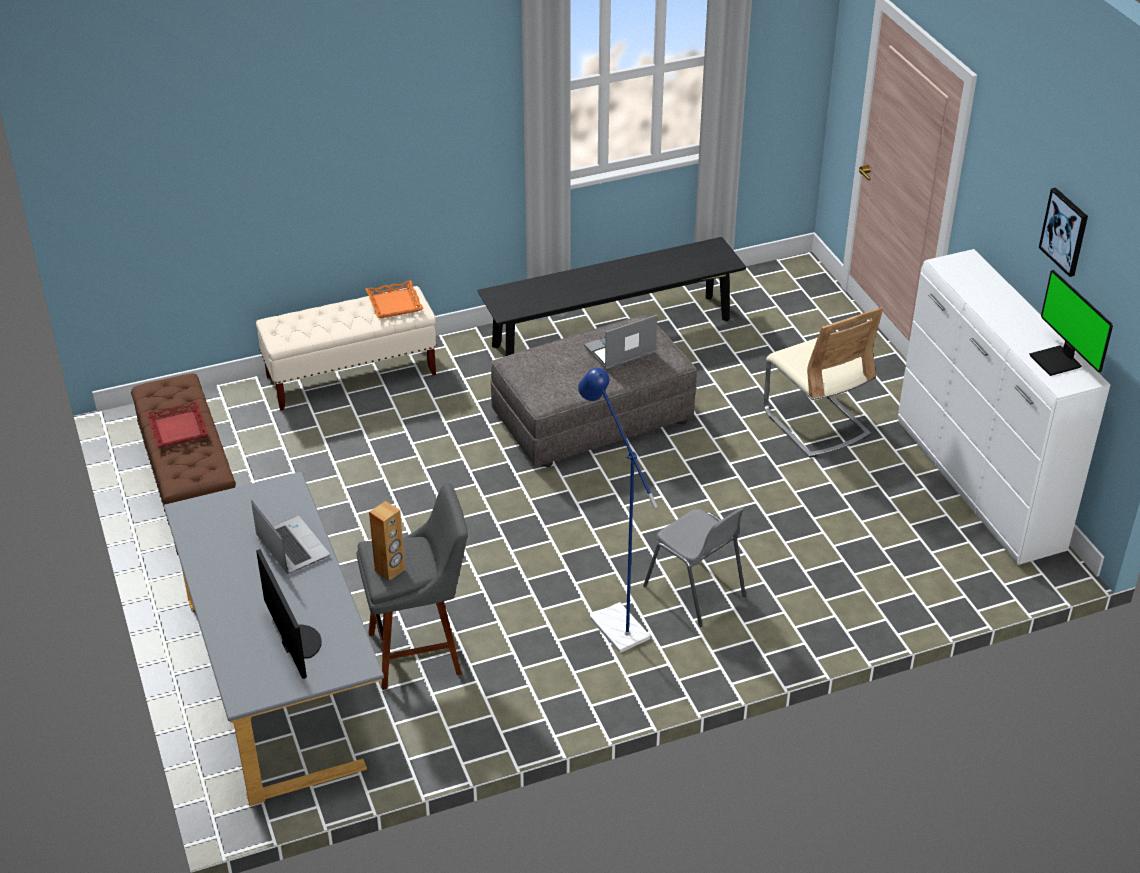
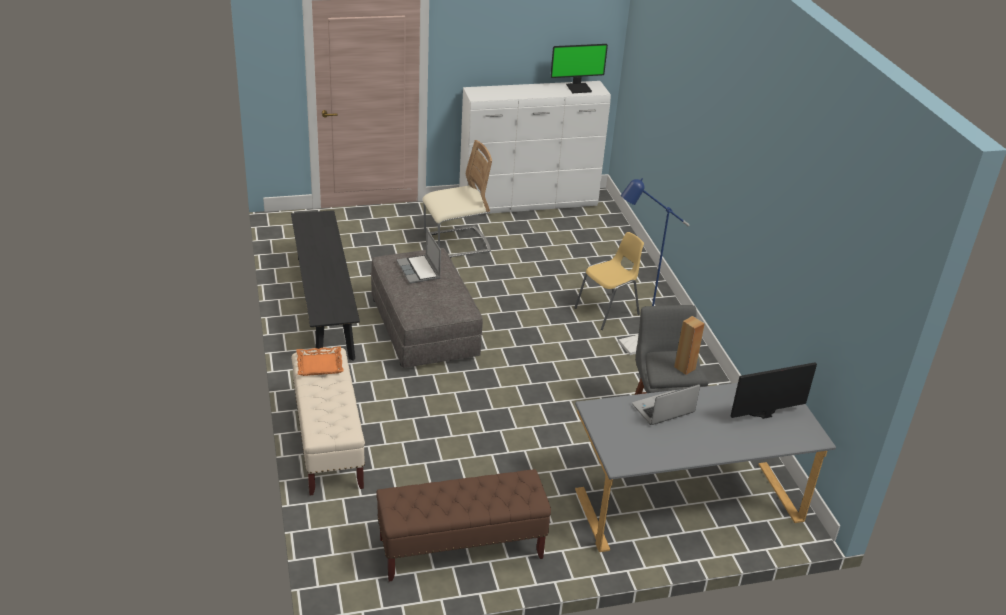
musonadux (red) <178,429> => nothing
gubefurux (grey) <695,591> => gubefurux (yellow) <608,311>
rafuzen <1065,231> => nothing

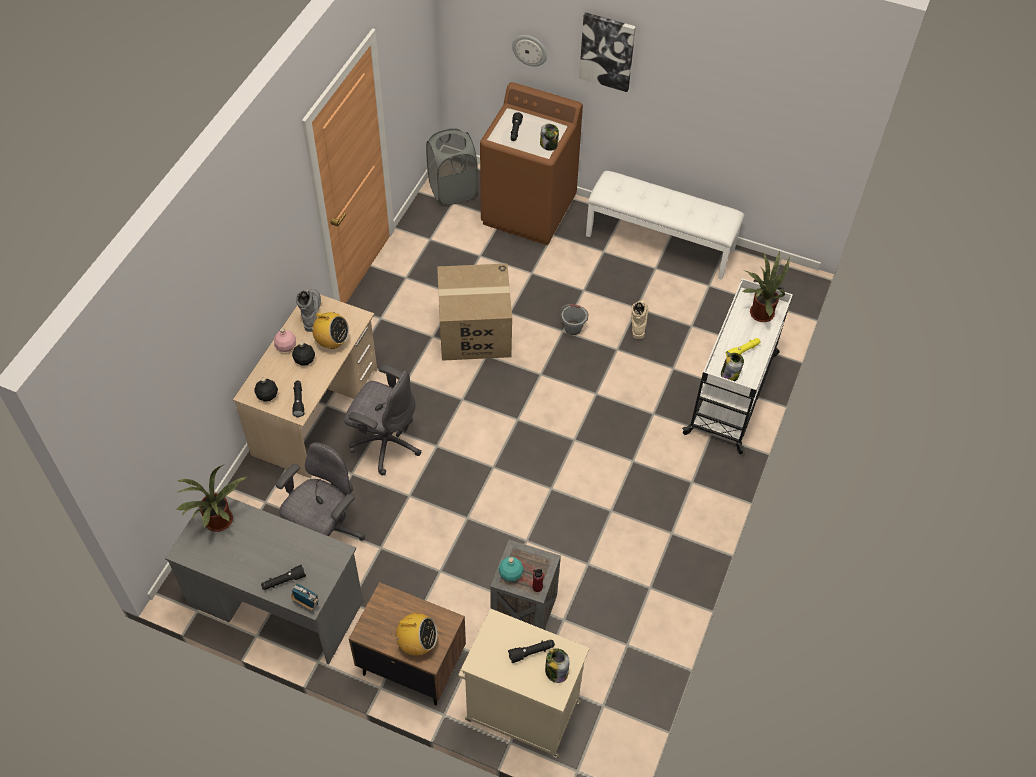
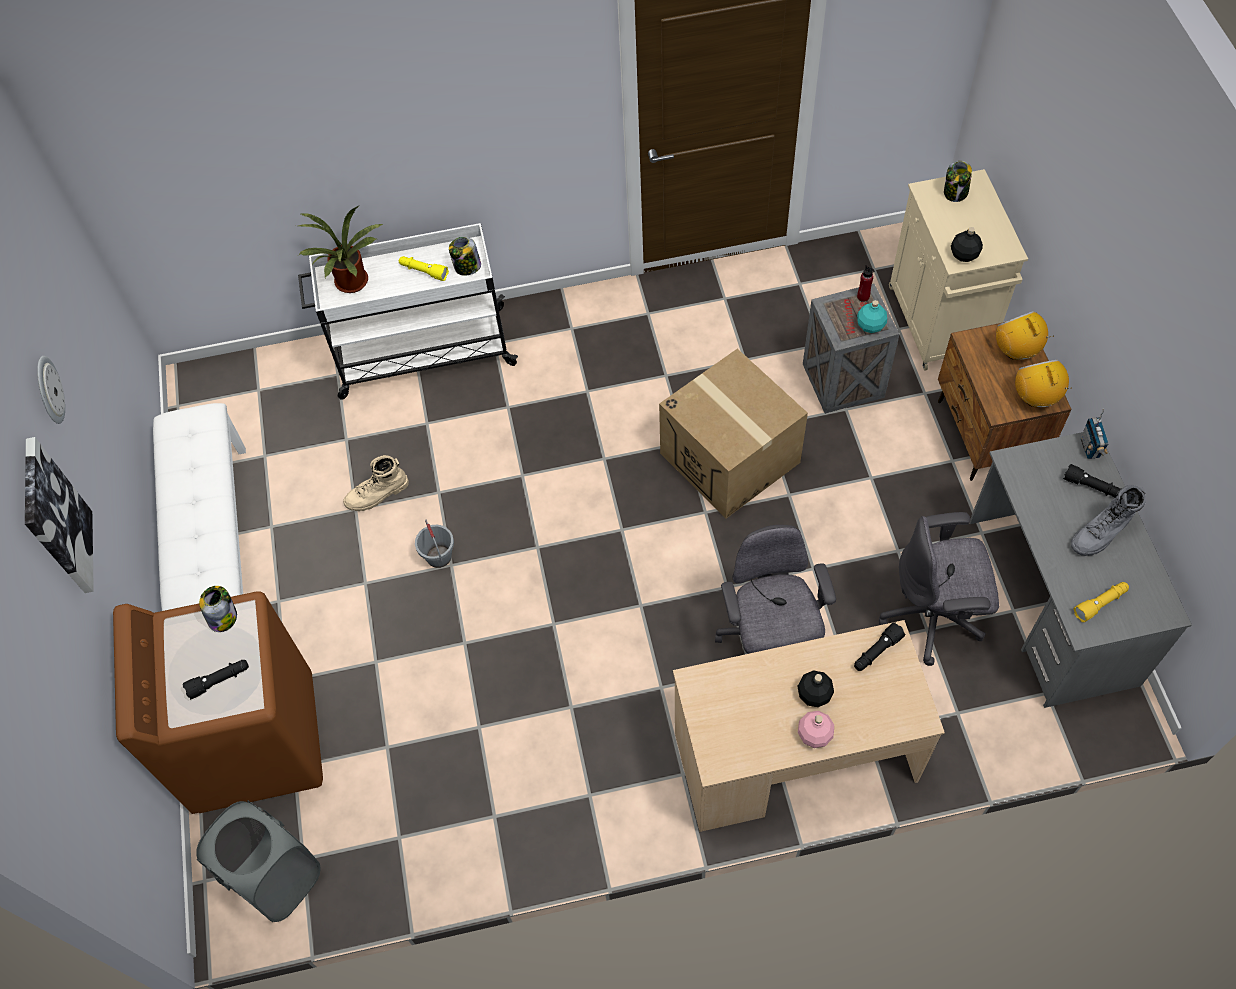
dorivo <219,523> => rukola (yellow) <1100,603>
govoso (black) <267,395> => govoso (black) <964,254>, shifted
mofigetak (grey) <311,312> => mofigetak (grey) <1101,533>, shifted
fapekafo <332,342> => fapekafo <1035,397>, shifted
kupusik <474,331> => kupusik <730,458>, shifted
rukola (black) <531,652> => nothing
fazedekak <530,50> => fazedekak <48,390>, shifted

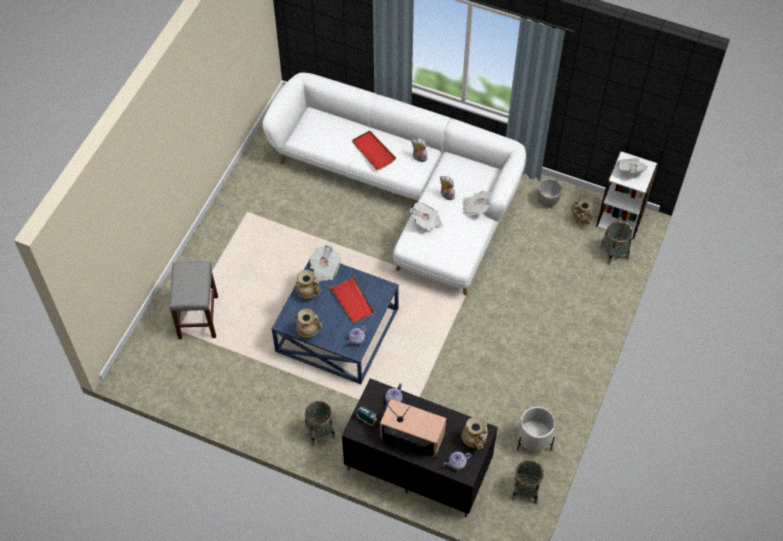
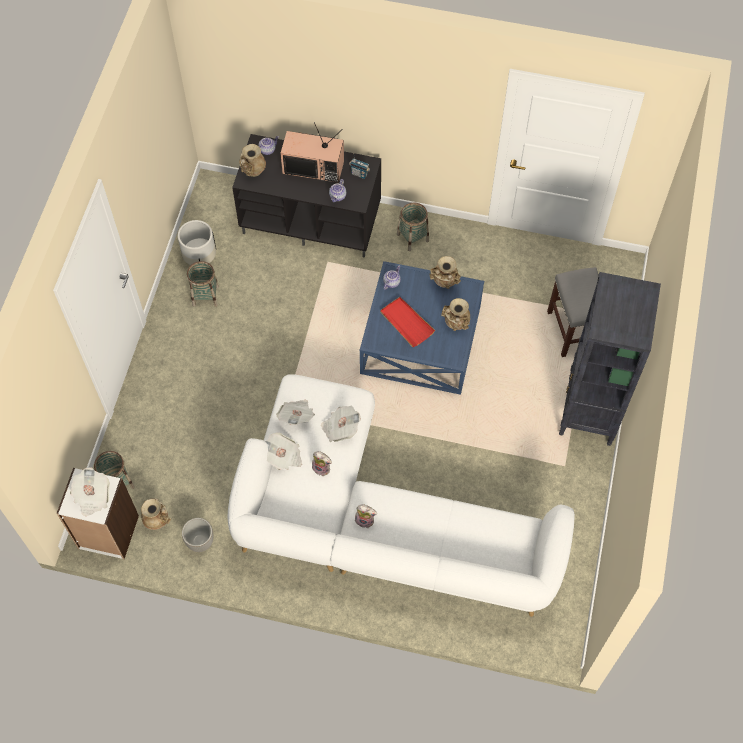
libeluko <324,269> => libeluko <297,416>, shifted
musonadux (red) <373,151> => nothing
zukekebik <525,490> => zukekebik <205,295>, shifted
nothing => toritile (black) <589,412>

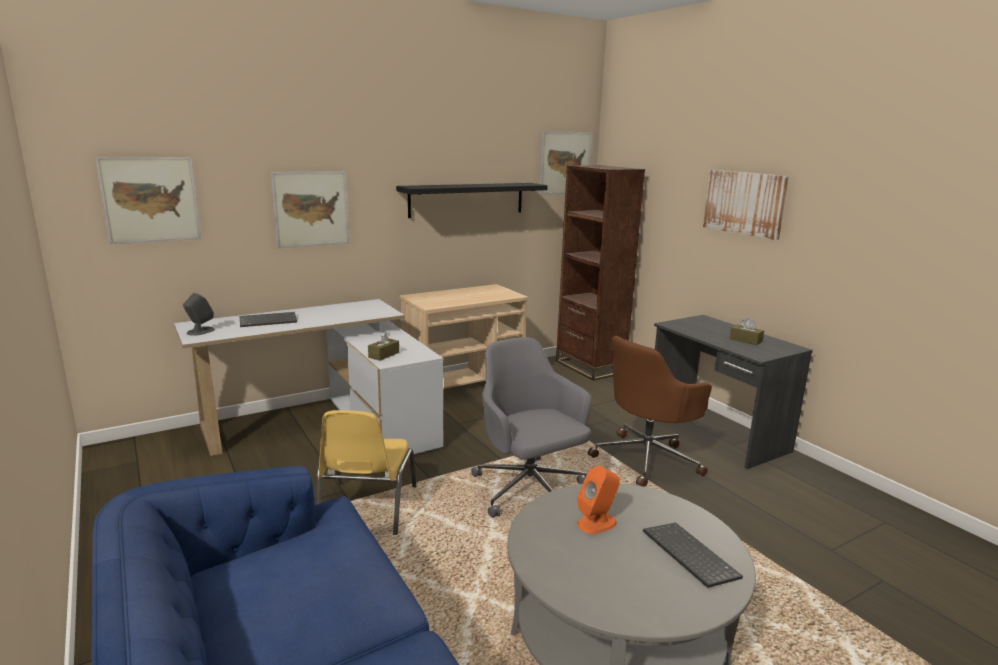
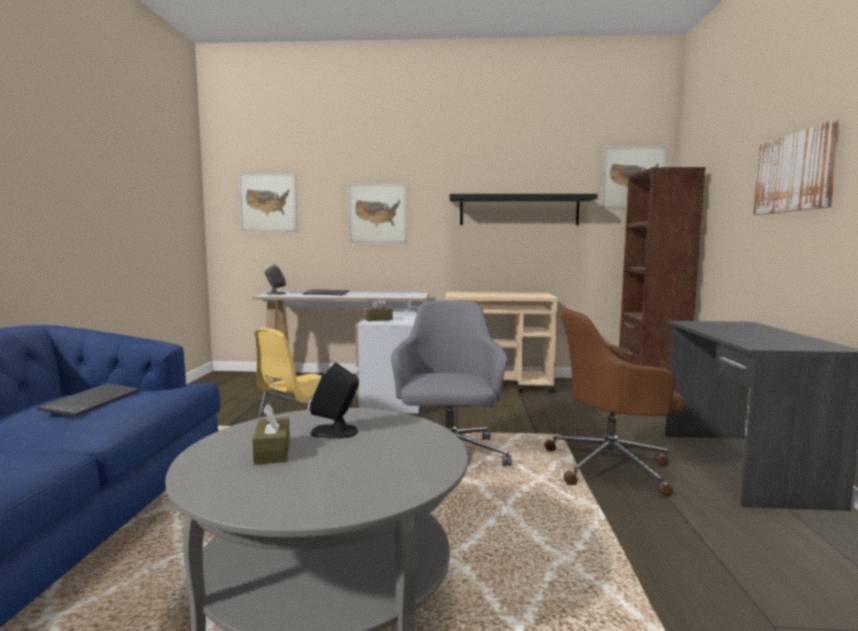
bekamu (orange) <597,523> => bekamu (black) <335,432>
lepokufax <687,555> => lepokufax <92,401>, shifted
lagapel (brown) <745,340> => lagapel (brown) <272,451>, shifted

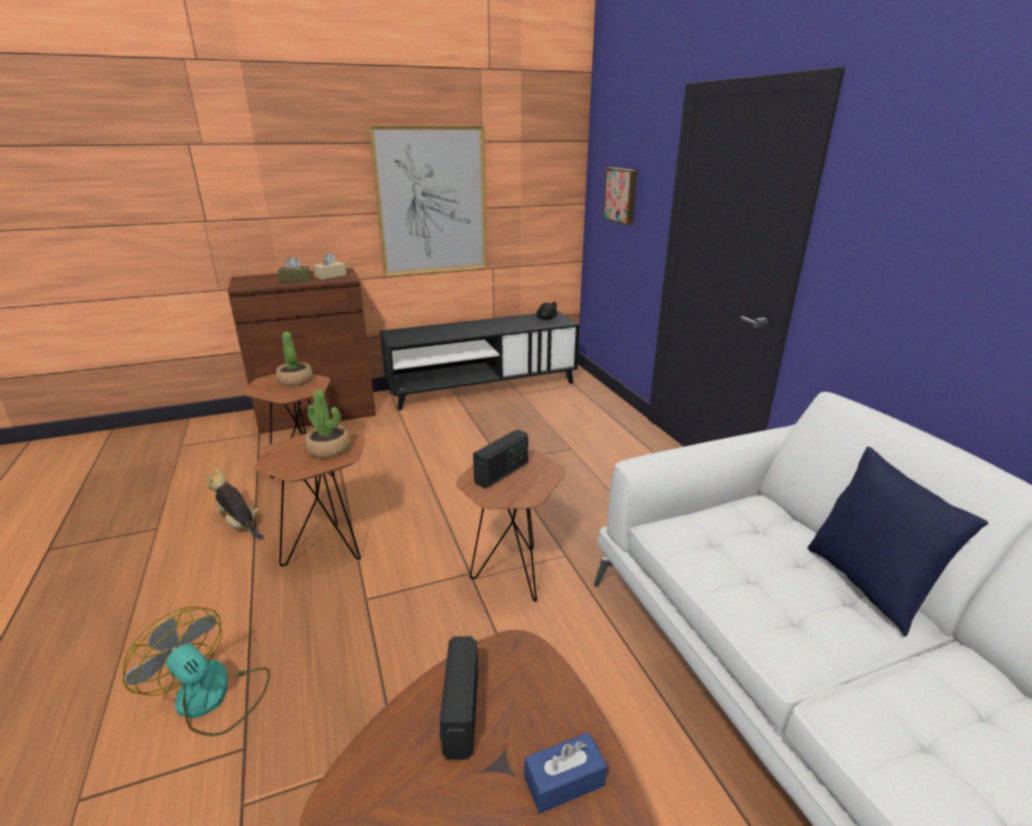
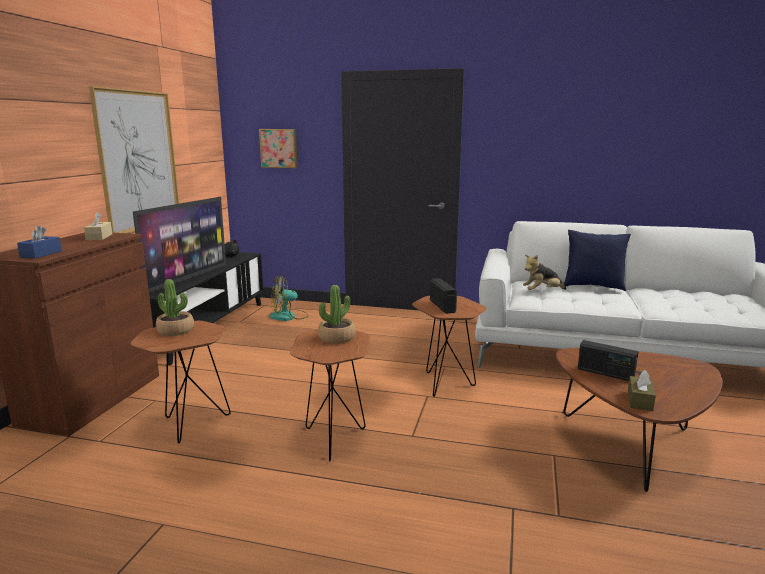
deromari <212,698> => deromari <288,316>, shifted
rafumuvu <240,524> => rafumuvu <542,292>, shifted
lagapel (brown) <295,280> => lagapel (brown) <640,400>, shifted
lagapel (blue) <564,781> => lagapel (blue) <41,254>, shifted
nothing => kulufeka <187,278>

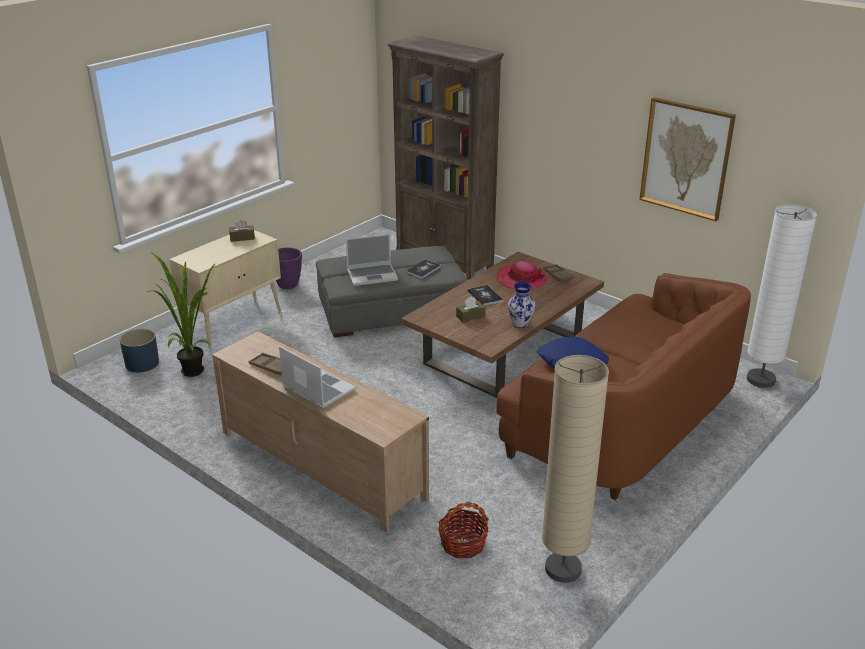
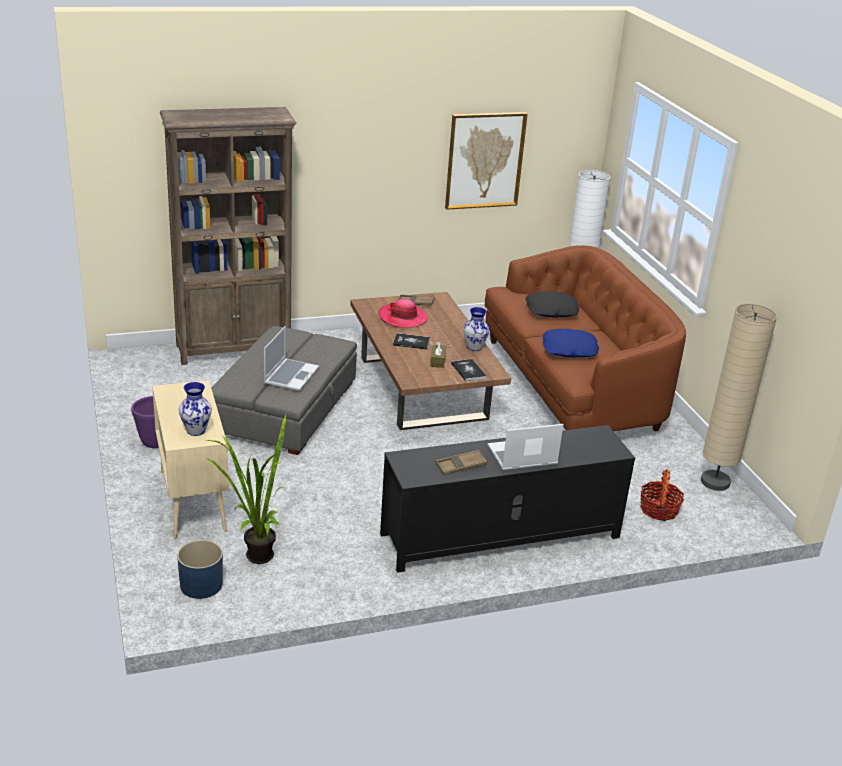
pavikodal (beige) <320,464> => pavikodal (black) <499,536>
lagapel (brown) <242,238> => nothing
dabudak <423,270> => dabudak <468,371>, shifted
nothing => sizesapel <195,430>
nothing => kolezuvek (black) <551,310>

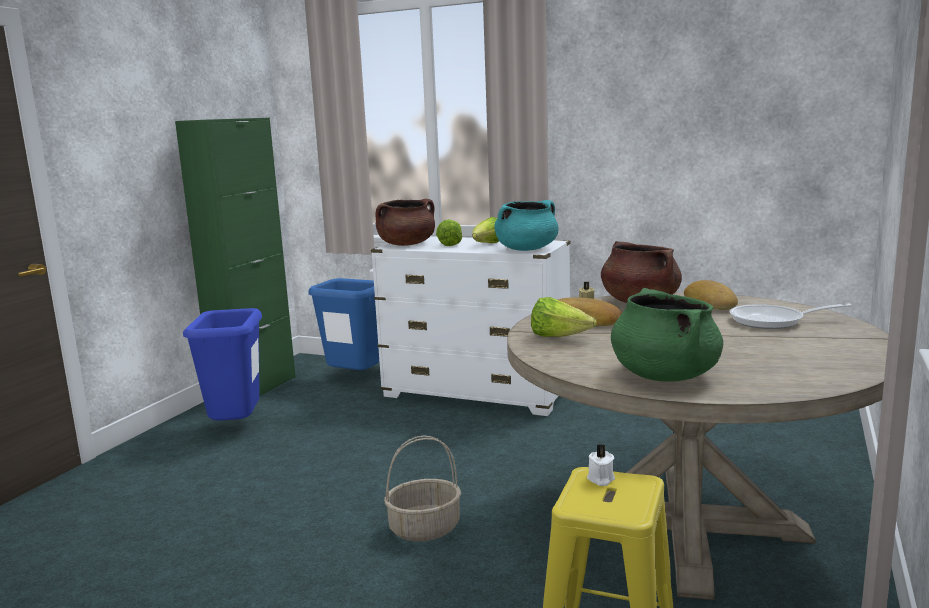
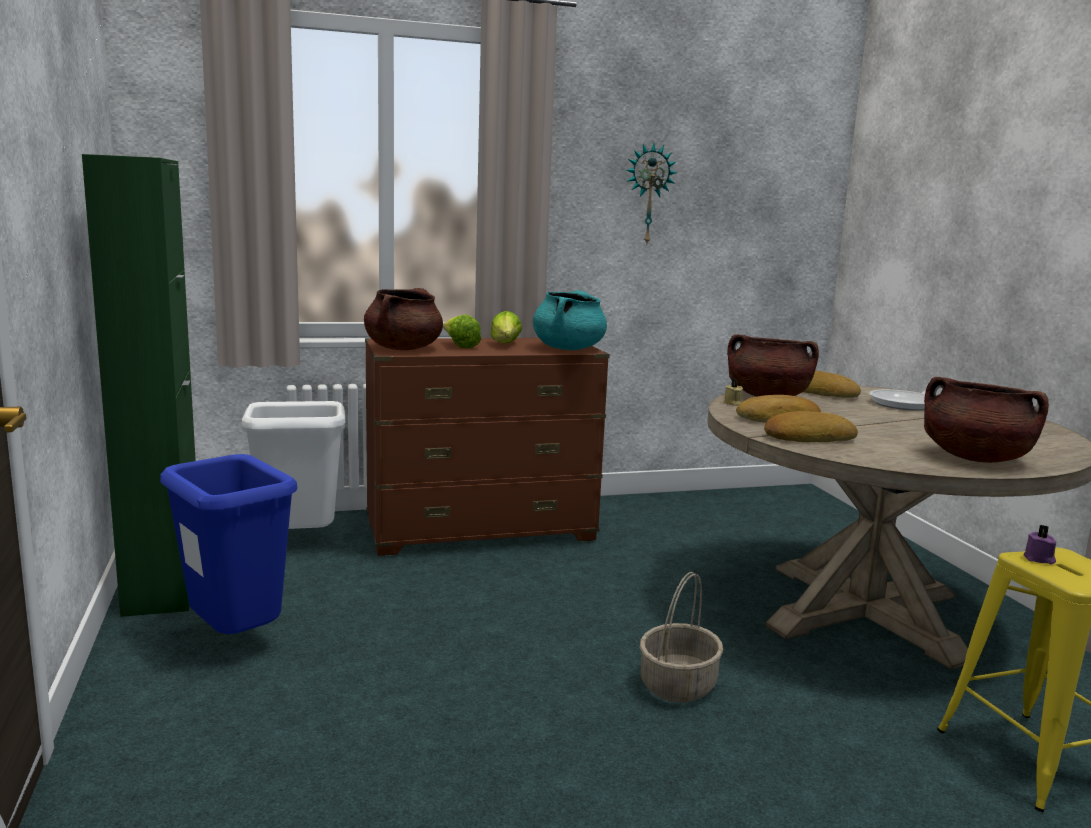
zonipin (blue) <354,380> => zonipin (white) <297,543>
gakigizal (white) <476,394> => gakigizal (brown) <481,532>
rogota <559,337> => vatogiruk <807,437>
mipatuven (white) <600,479> => mipatuven (purple) <1039,559>
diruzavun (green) <664,375> => diruzavun (brown) <975,458>
nothing => fazedekak <648,194>

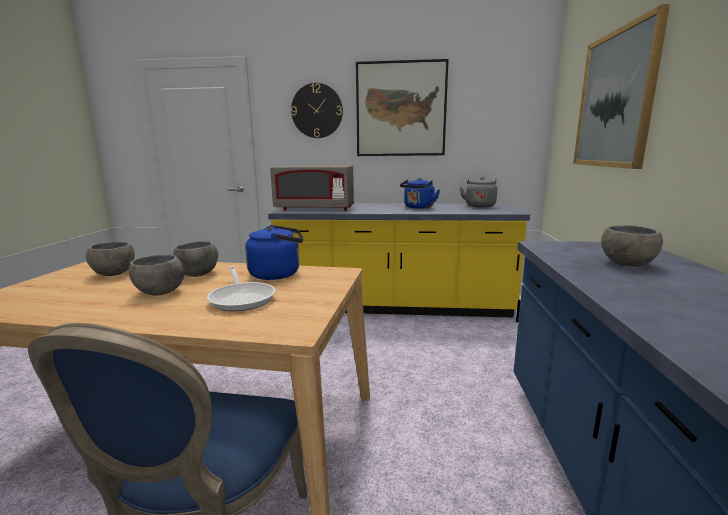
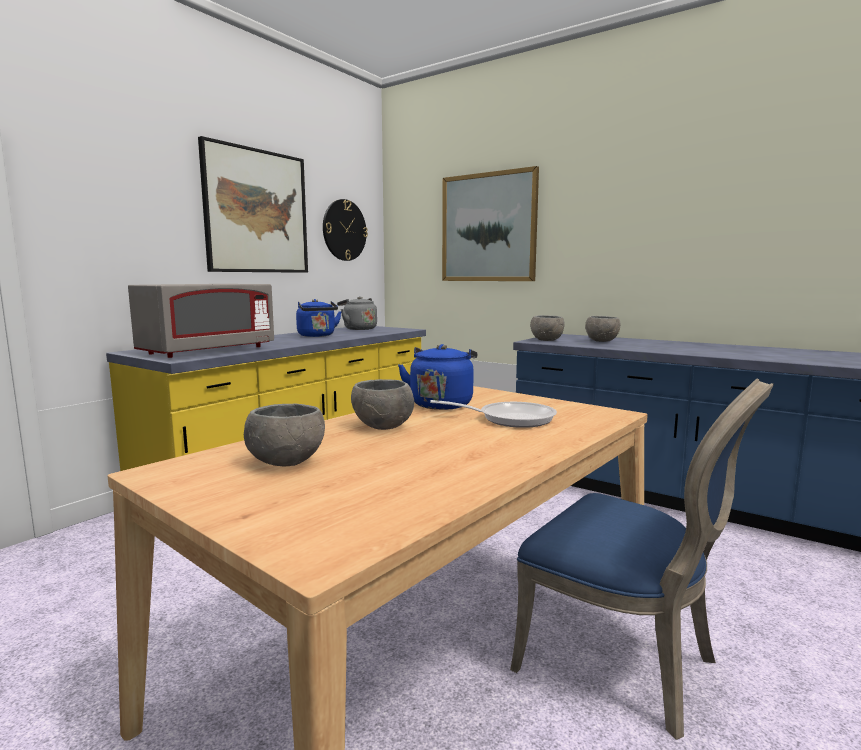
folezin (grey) <160,292> => folezin (grey) <547,340>, shifted
fazedekak <317,111> => fazedekak <344,230>, shifted

